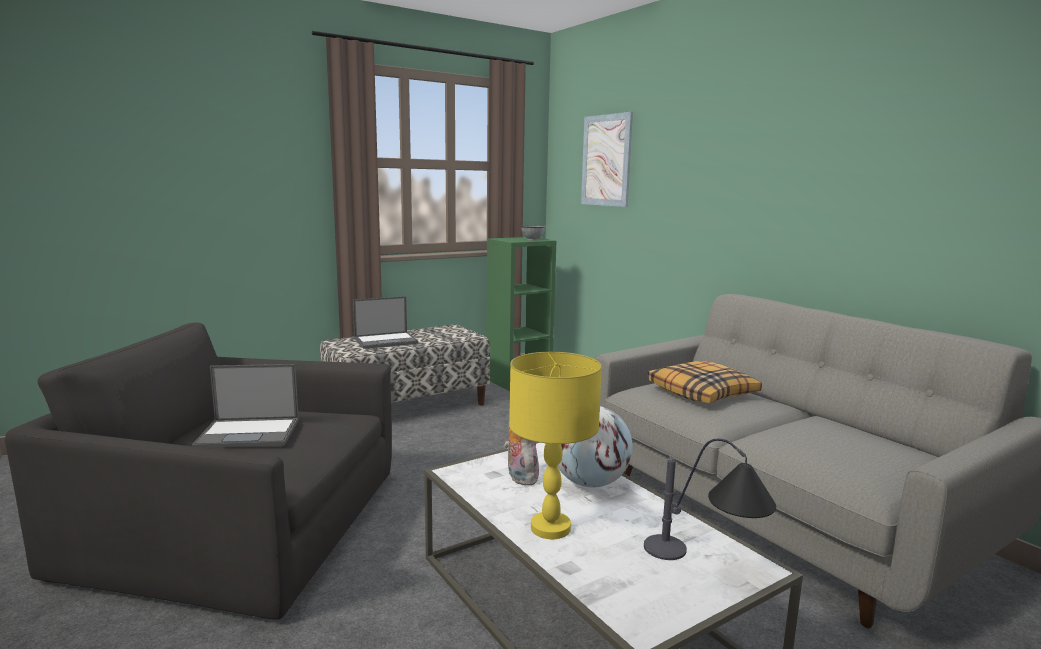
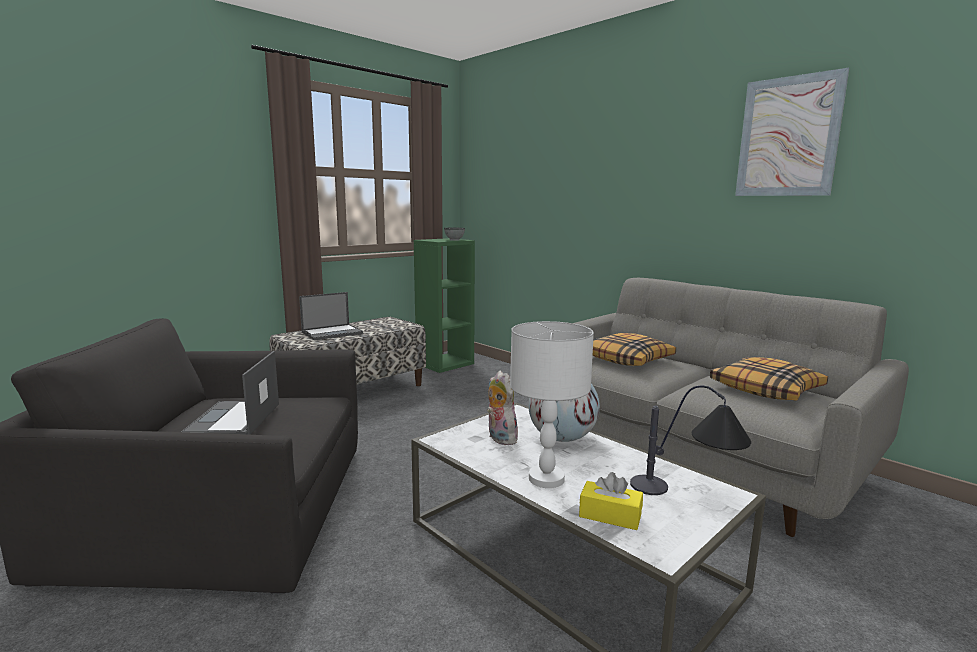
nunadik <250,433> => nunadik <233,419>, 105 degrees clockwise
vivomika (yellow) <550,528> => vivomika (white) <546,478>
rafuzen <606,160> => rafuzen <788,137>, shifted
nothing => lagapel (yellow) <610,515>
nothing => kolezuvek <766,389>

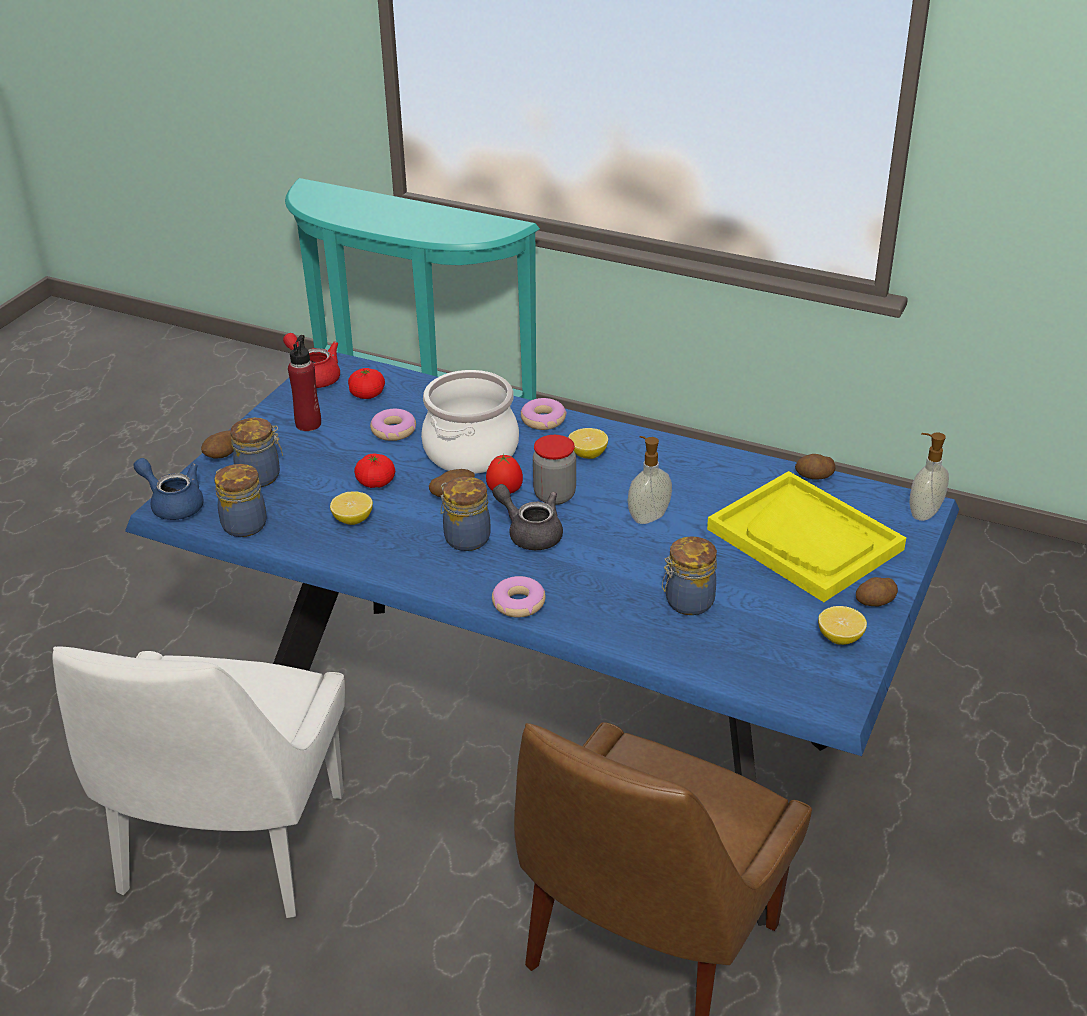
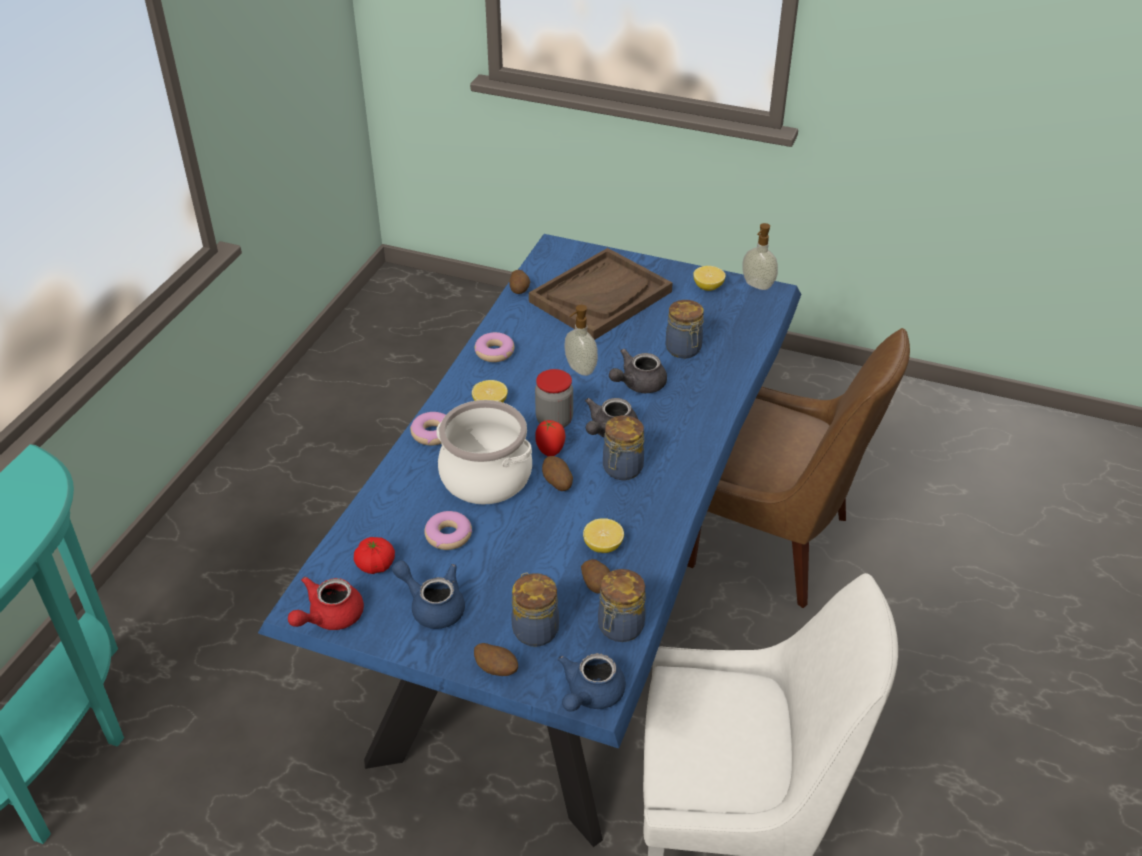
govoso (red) <308,424> => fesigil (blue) <432,606>
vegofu <376,482> => nothing
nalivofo <518,603> => nalivofo <494,352>, shifted
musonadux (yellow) <805,539> => musonadux (brown) <600,296>
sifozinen <875,602> => sifozinen <597,584>, shifted
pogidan <923,512> => pogidan <757,285>, shifted
nothing => fesigil (grey) <637,384>

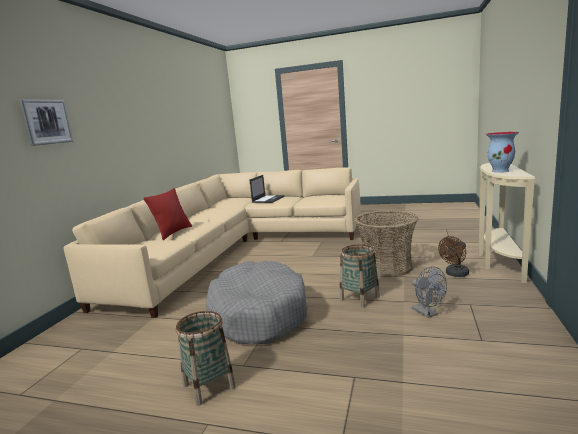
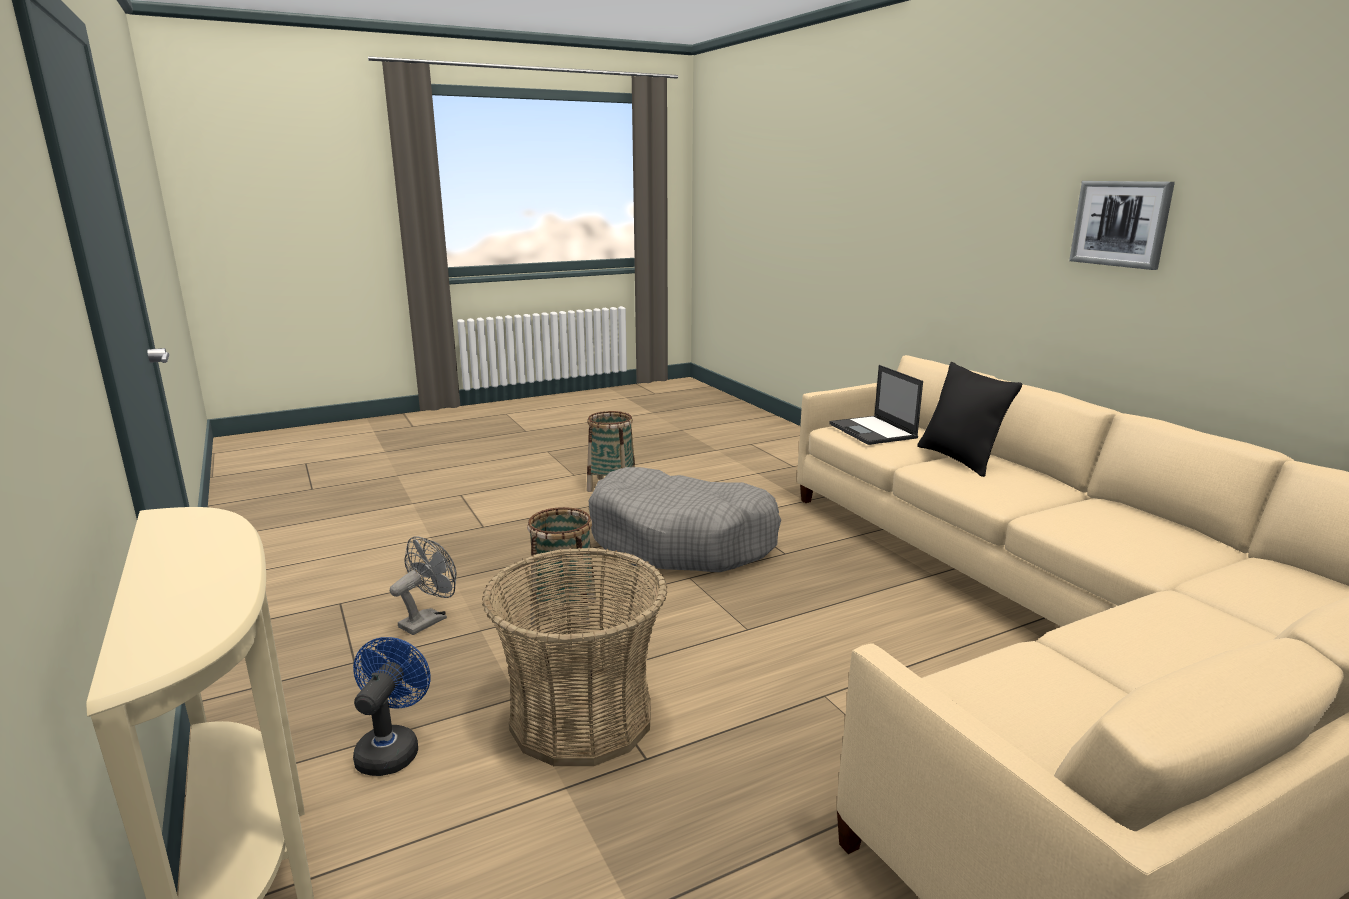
rafuzen <46,122> => rafuzen <1120,223>, shifted
kolezuvek (red) <173,233> => kolezuvek (black) <959,459>
nunadik <268,199> => nunadik <873,431>, shifted
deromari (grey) <428,313> => deromari (grey) <428,620>, 105 degrees clockwise
deromari (brown) <455,274> => deromari (blue) <391,748>
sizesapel <500,171> => nothing

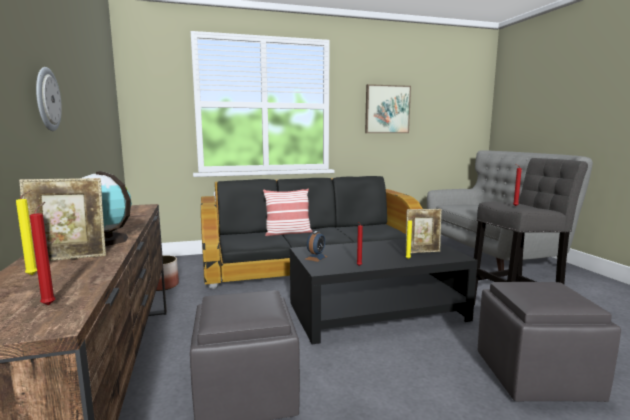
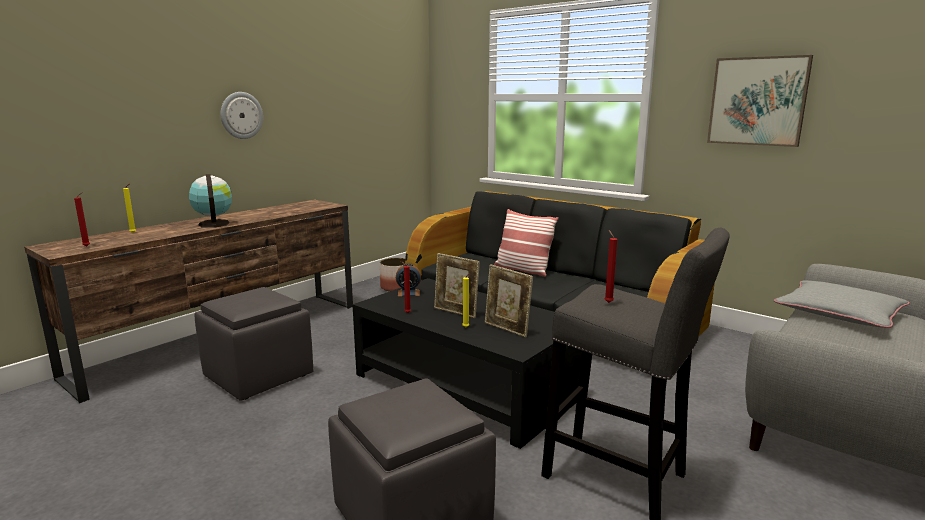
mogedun <69,258> => mogedun <456,312>, shifted
nothing => kolezuvek (grey) <839,313>

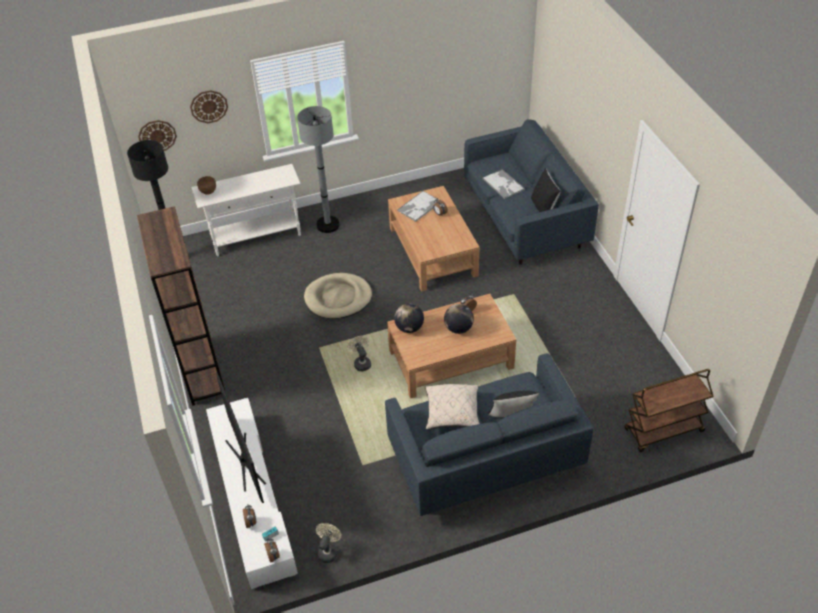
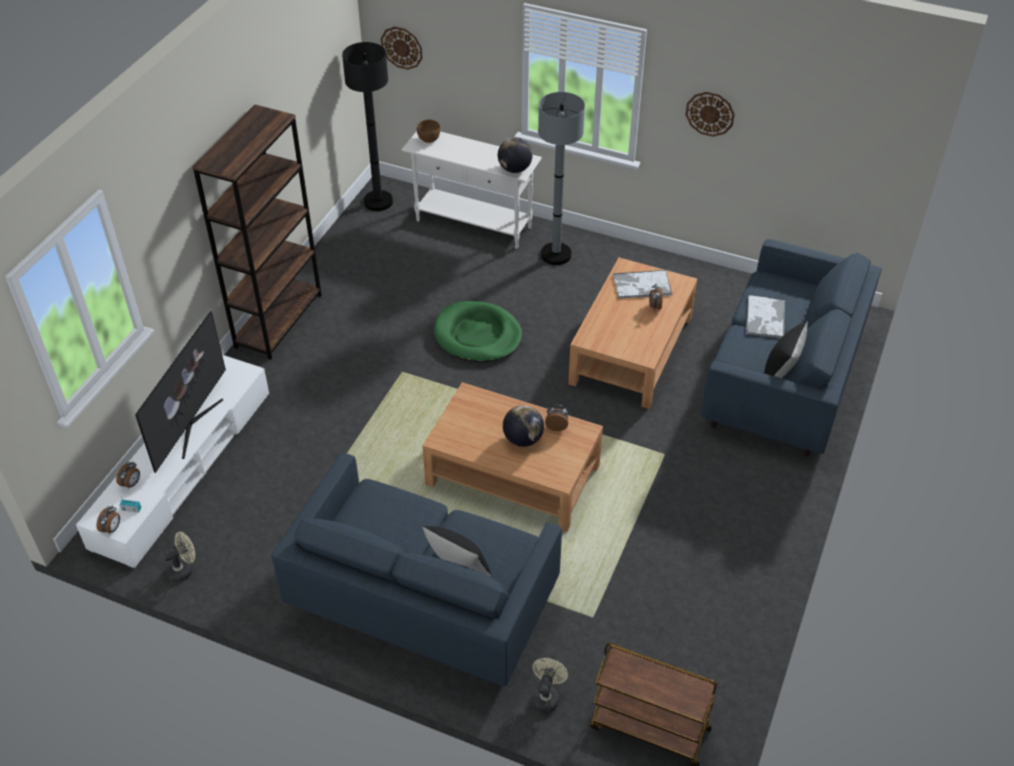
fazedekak <209,106> => fazedekak <710,113>, shifted
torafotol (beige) <338,298> => torafotol (green) <477,335>
deromari (beige) <361,363> => deromari (beige) <546,696>, shifted
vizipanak <409,328> => vizipanak <514,169>, shifted
kolezuvek (beige) <452,413> => nothing

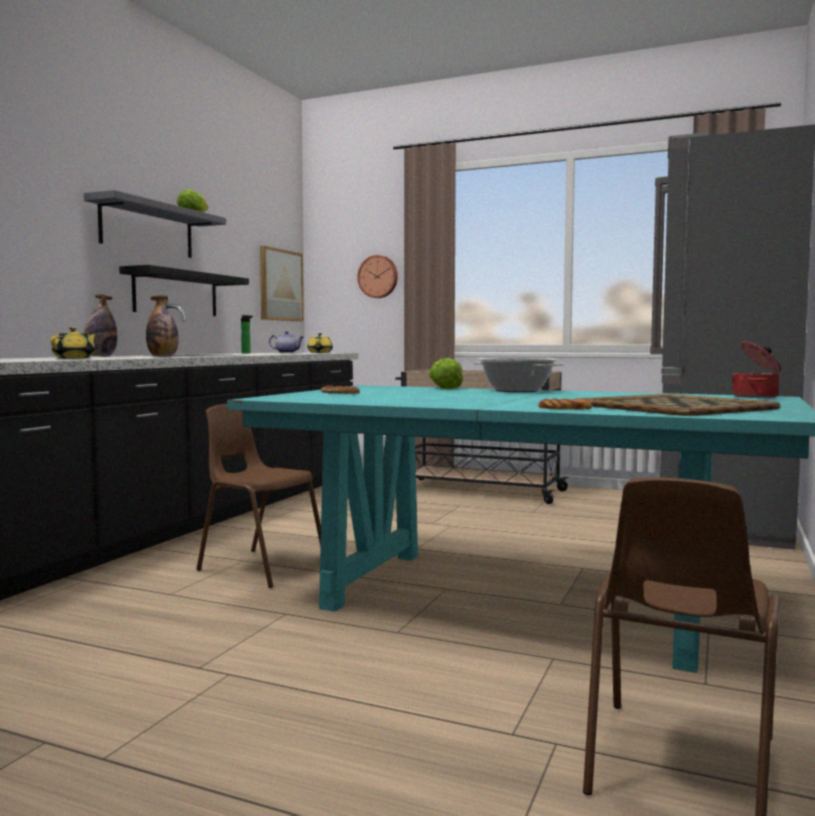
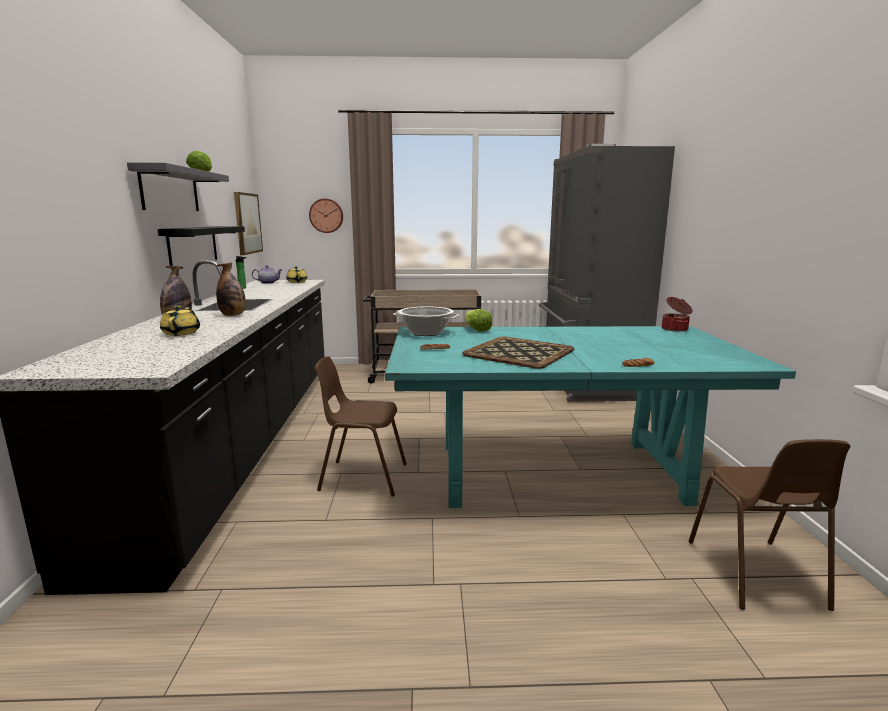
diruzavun <517,390> => diruzavun <426,333>, shifted
musonadux <675,407> => musonadux <519,353>, shifted

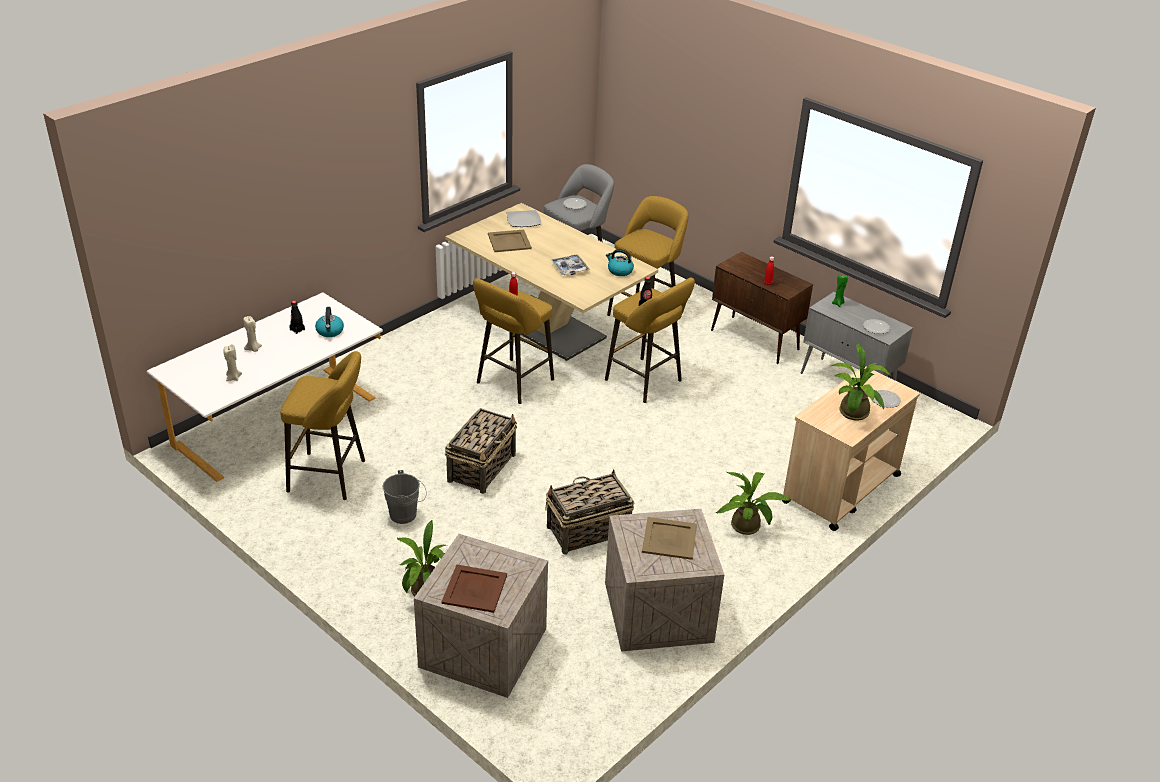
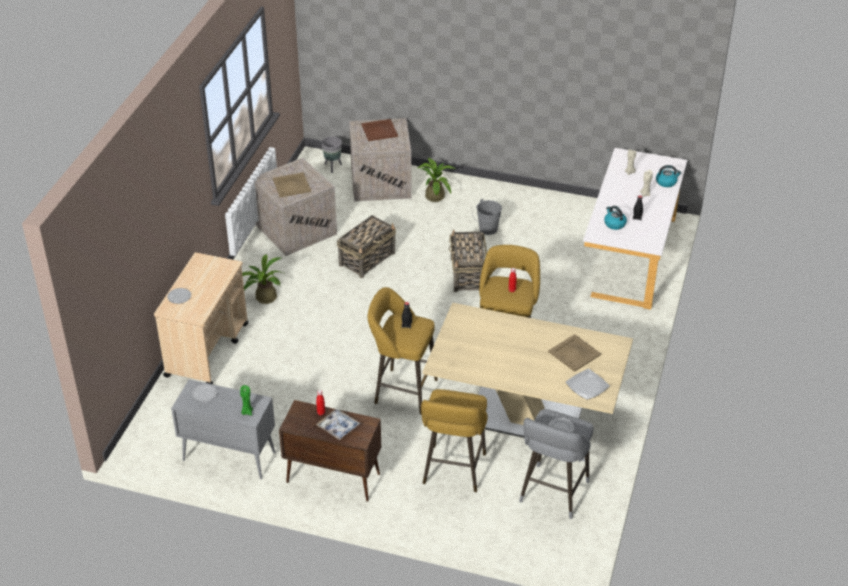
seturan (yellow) <331,476> => nothing
musonadux <569,268> => musonadux <338,427>, shifted
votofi <619,271> => votofi <666,182>, shifted
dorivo <853,415> => nothing
nothing => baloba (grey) <333,167>

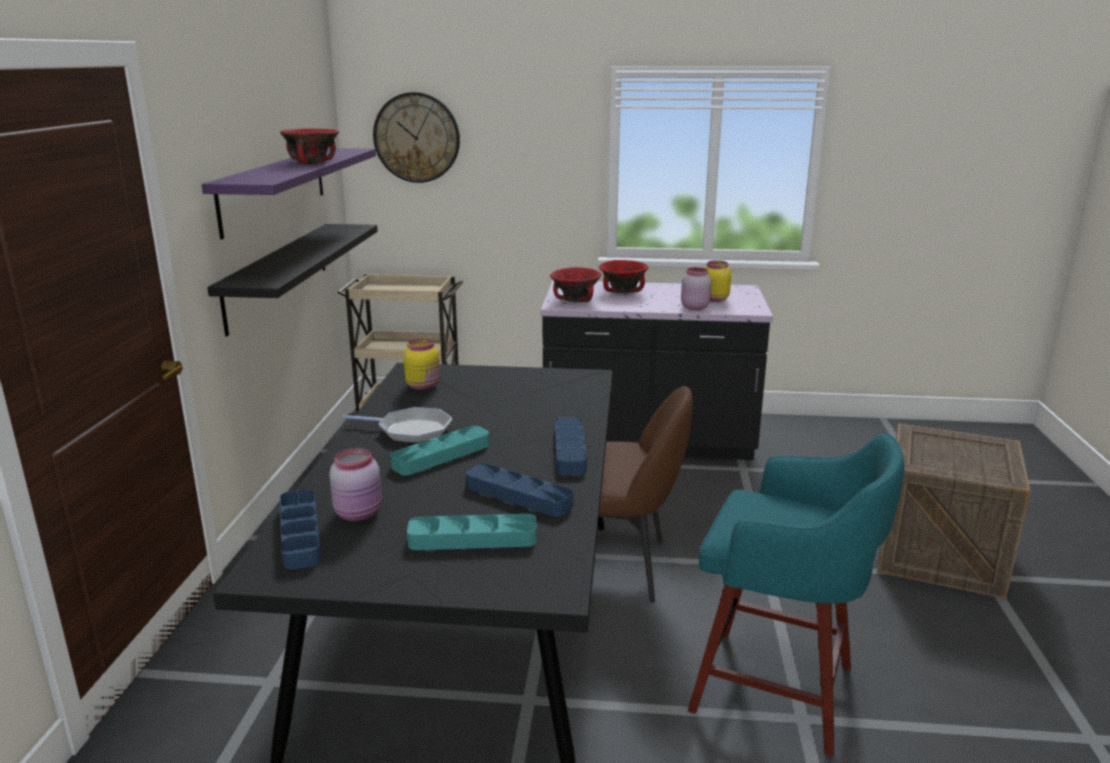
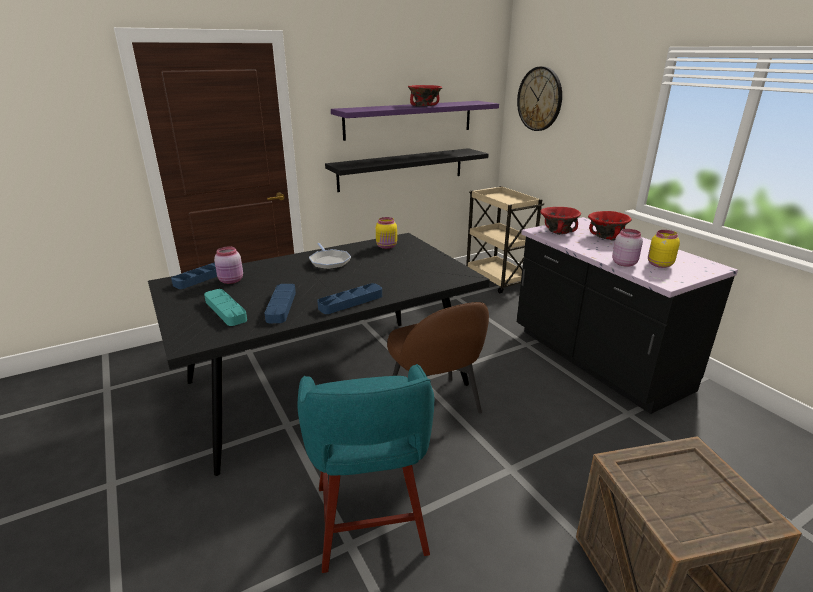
musonadux (turquoise) <441,455> => nothing

